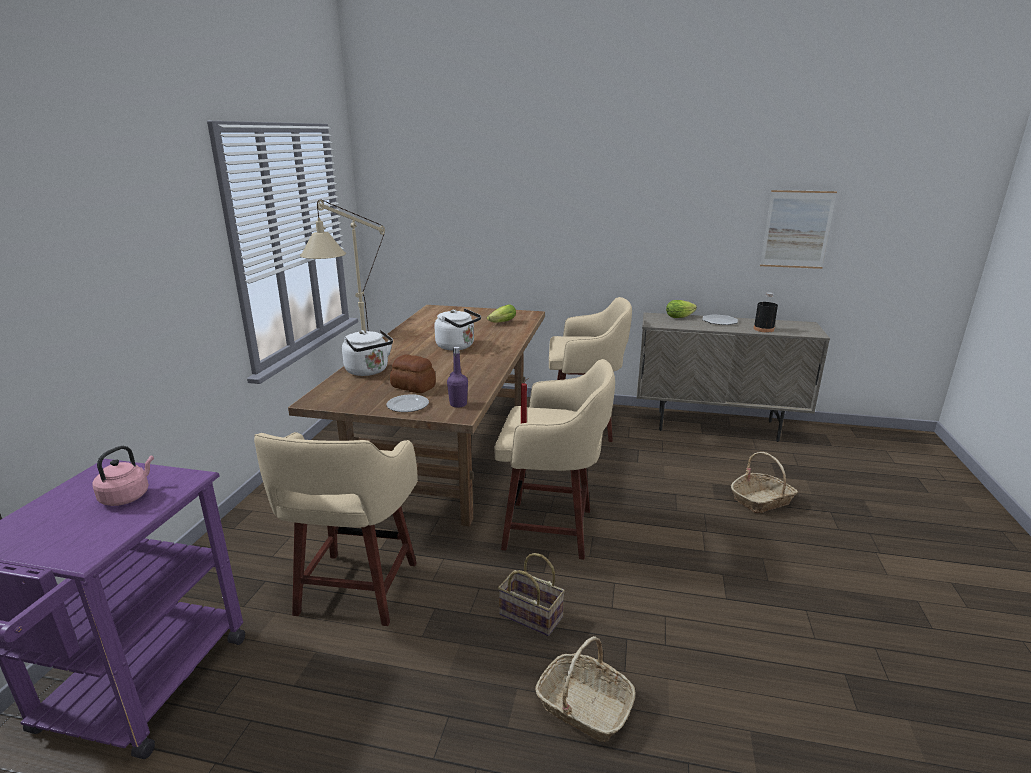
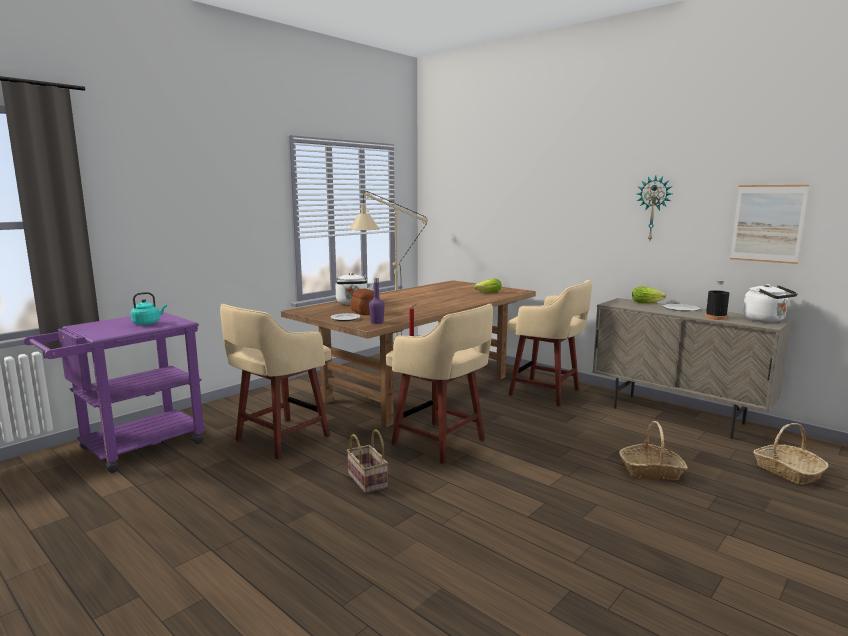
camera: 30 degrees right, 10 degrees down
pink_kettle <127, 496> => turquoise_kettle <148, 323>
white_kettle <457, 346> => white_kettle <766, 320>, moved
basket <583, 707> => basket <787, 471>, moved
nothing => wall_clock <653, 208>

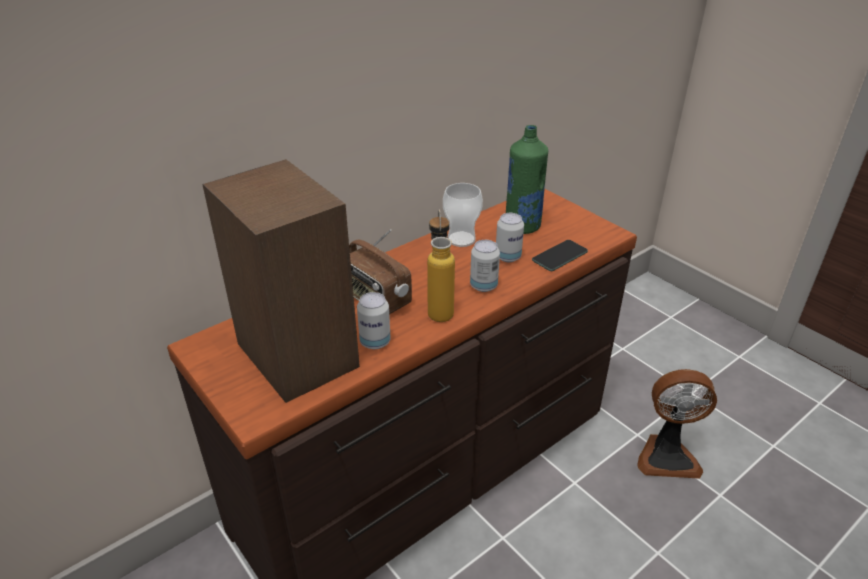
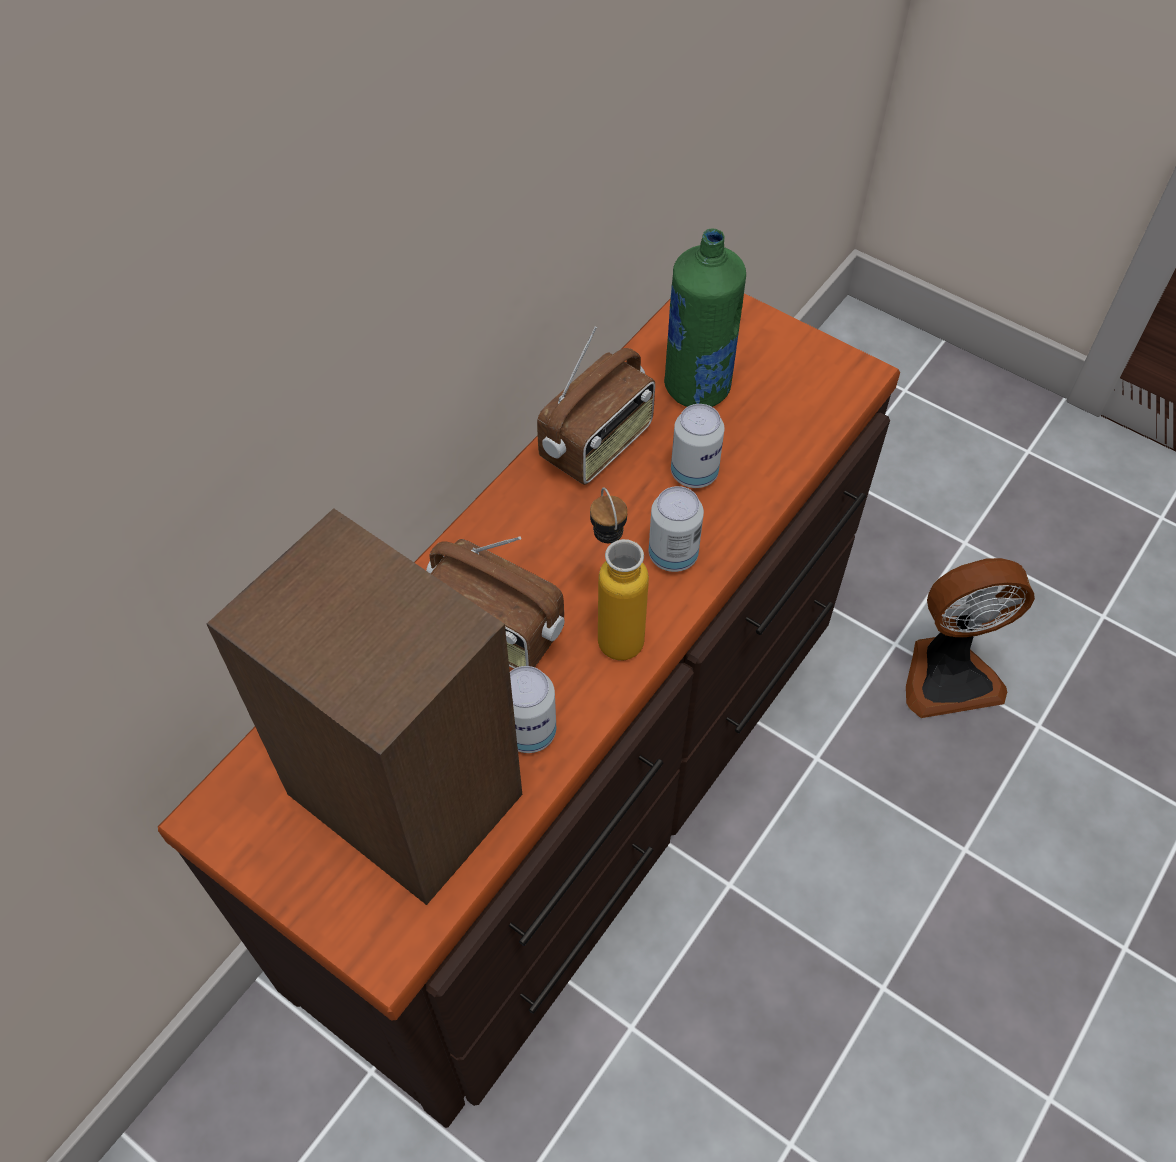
camera: 15 degrees left, 20 degrees up
cup <461, 239> => radio <598, 445>
phone <559, 256> => nothing

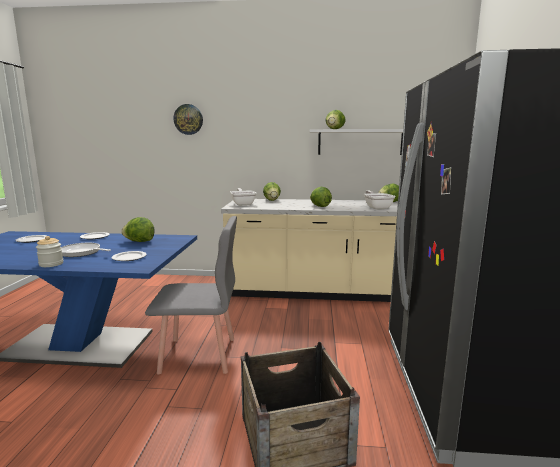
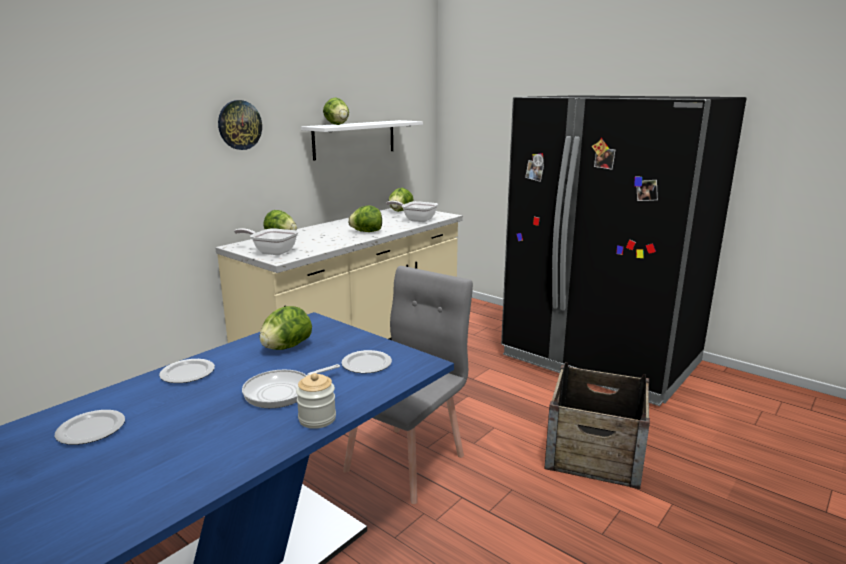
camera: 55 degrees left, 5 degrees up
wall_clock <188, 119> => wall_clock <239, 125>, moved

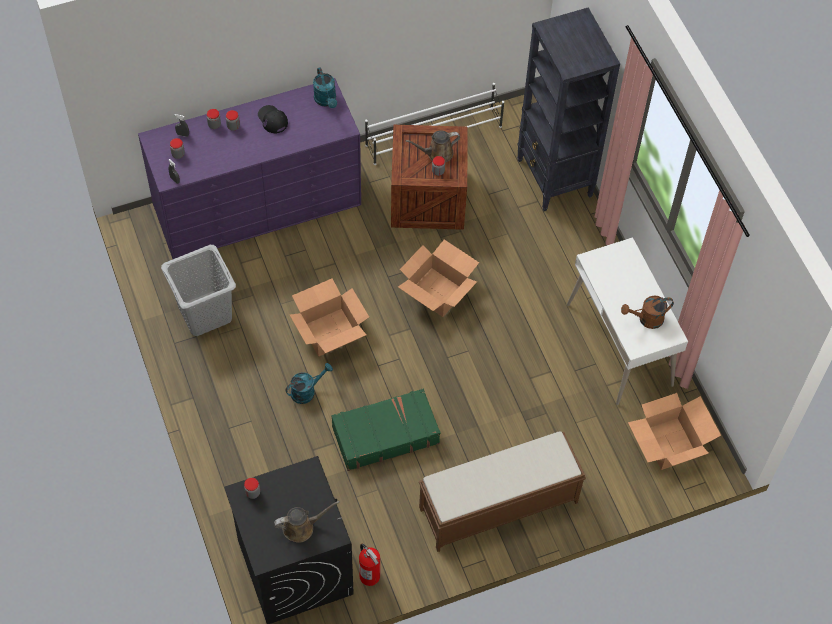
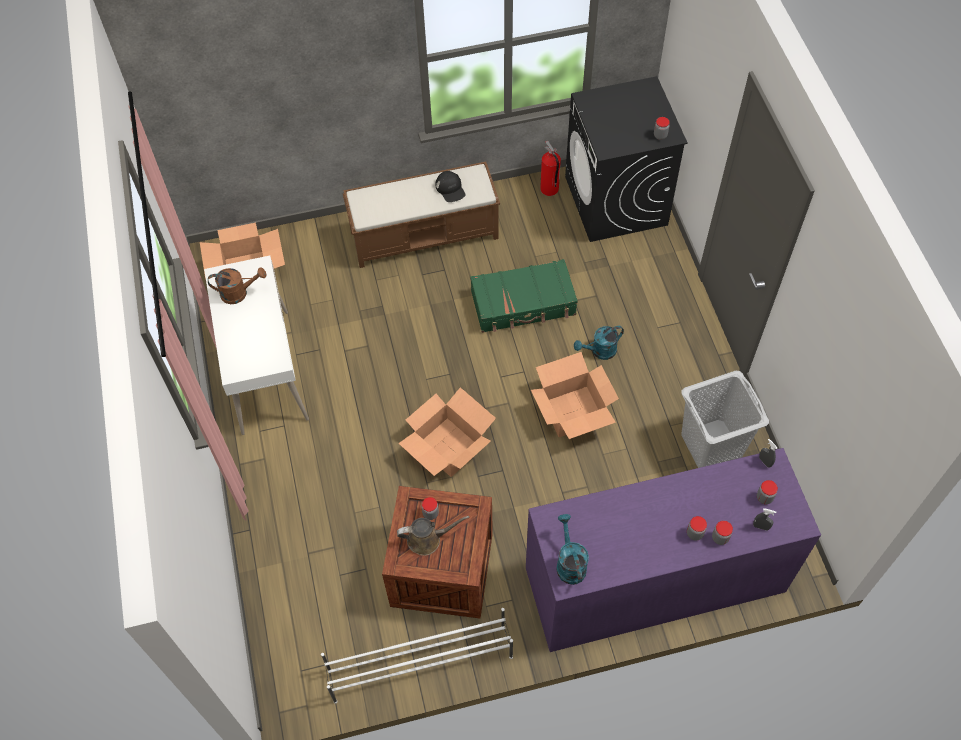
camera: 170 degrees left, 0 degrees up
black_cap <272, 120> => black_cap <450, 189>, moved
brown_watering_can <301, 527> => nothing
black_bookcase <554, 179> => nothing

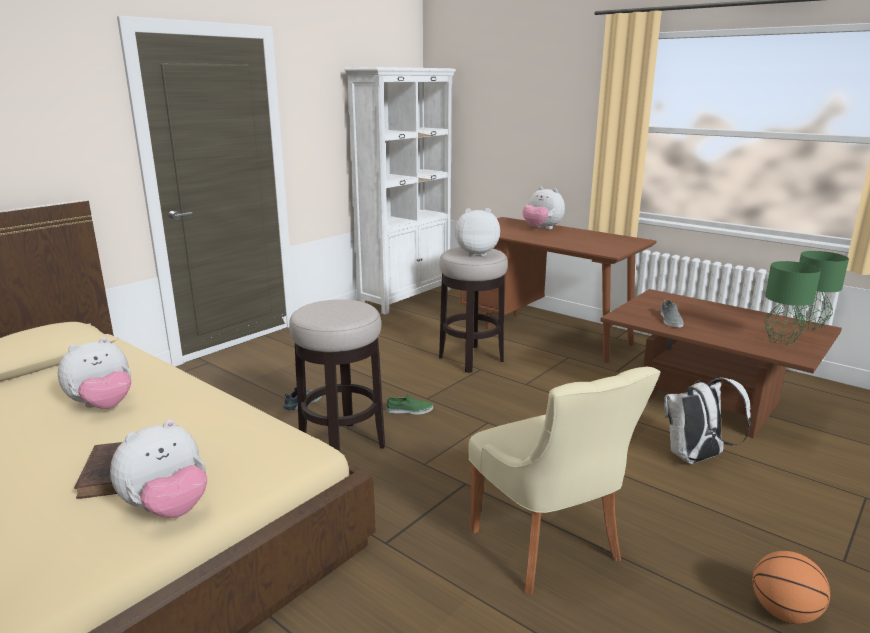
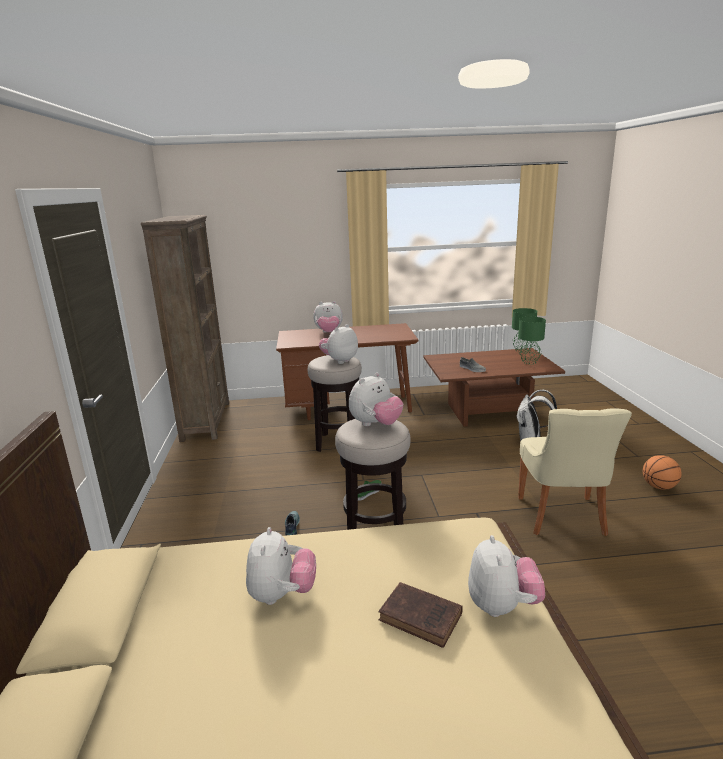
camera: 45 degrees left, 0 degrees up
white_bookcase <406, 297> => brown_bookcase <206, 420>
beige_chair <548, 547> => beige_chair <562, 517>, 75 degrees clockwise
nothing => plush_toy <375, 424>

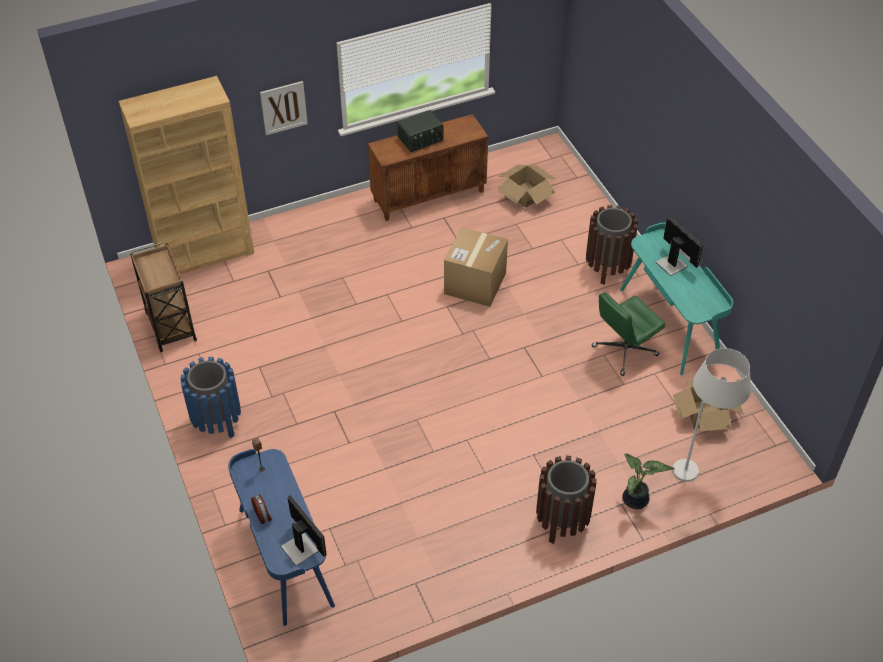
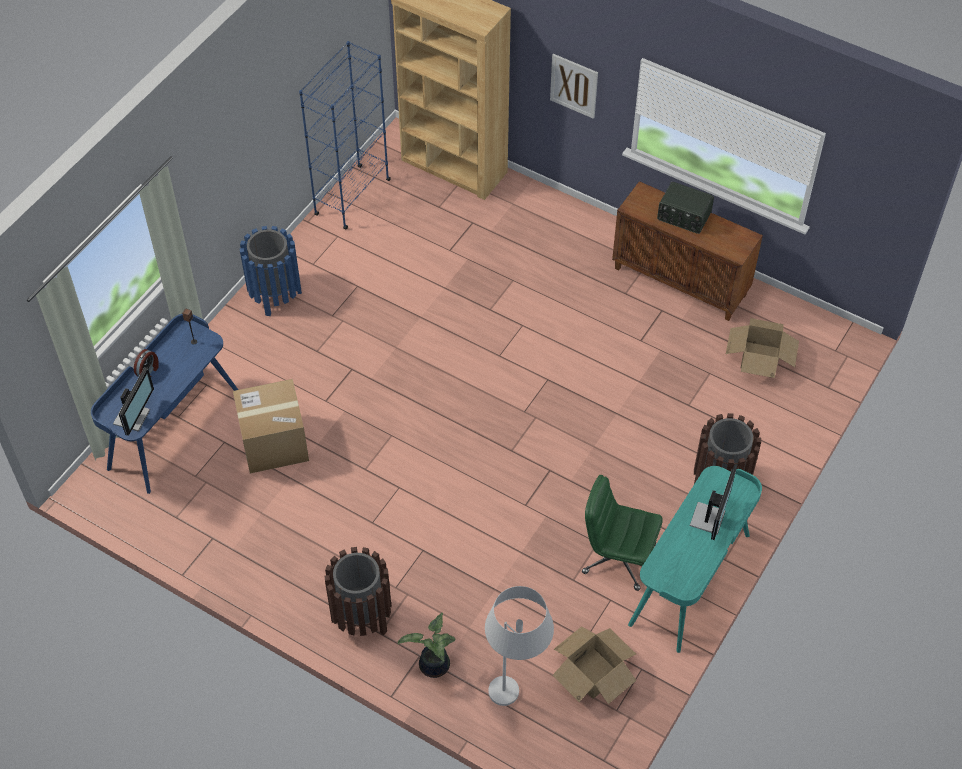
camera: 55 degrees right, 5 degrees up
brown_cart <170, 325> => blue_bookcase <352, 197>
cardboard_box <475, 283> => cardboard_box <274, 443>, moved

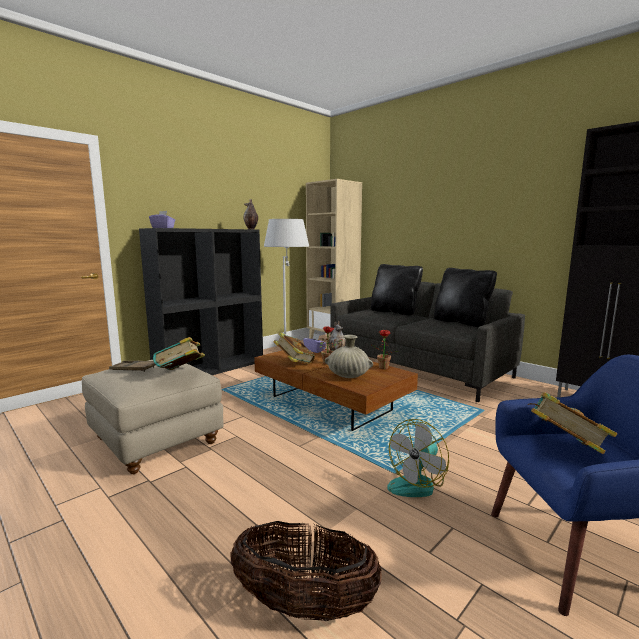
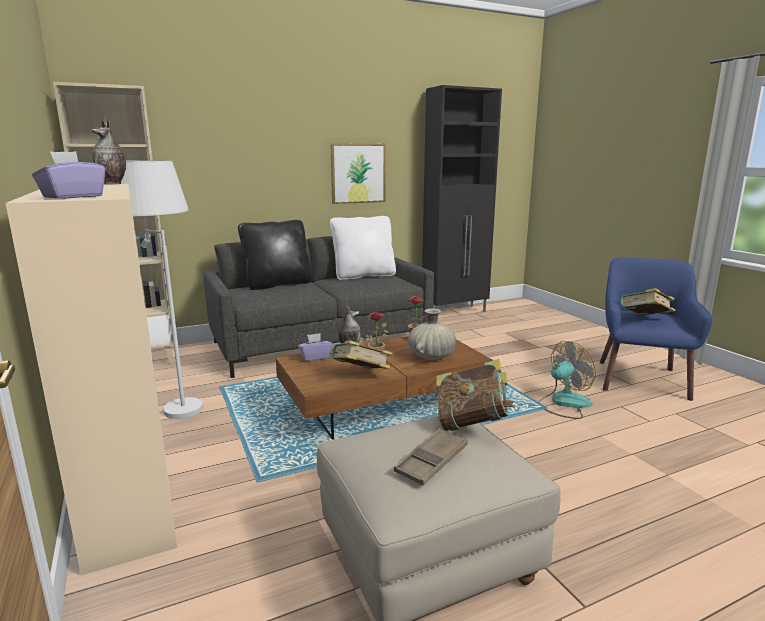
camera: 70 degrees left, 5 degrees up
black_bookcase <211, 369> => beige_bookcase <128, 486>
basket <304, 605> => nothing
fan <417, 483> => fan <563, 403>, 90 degrees counterclockwise
black_pillow <461, 322> => white_pillow <363, 275>
nothing => picture <358, 173>

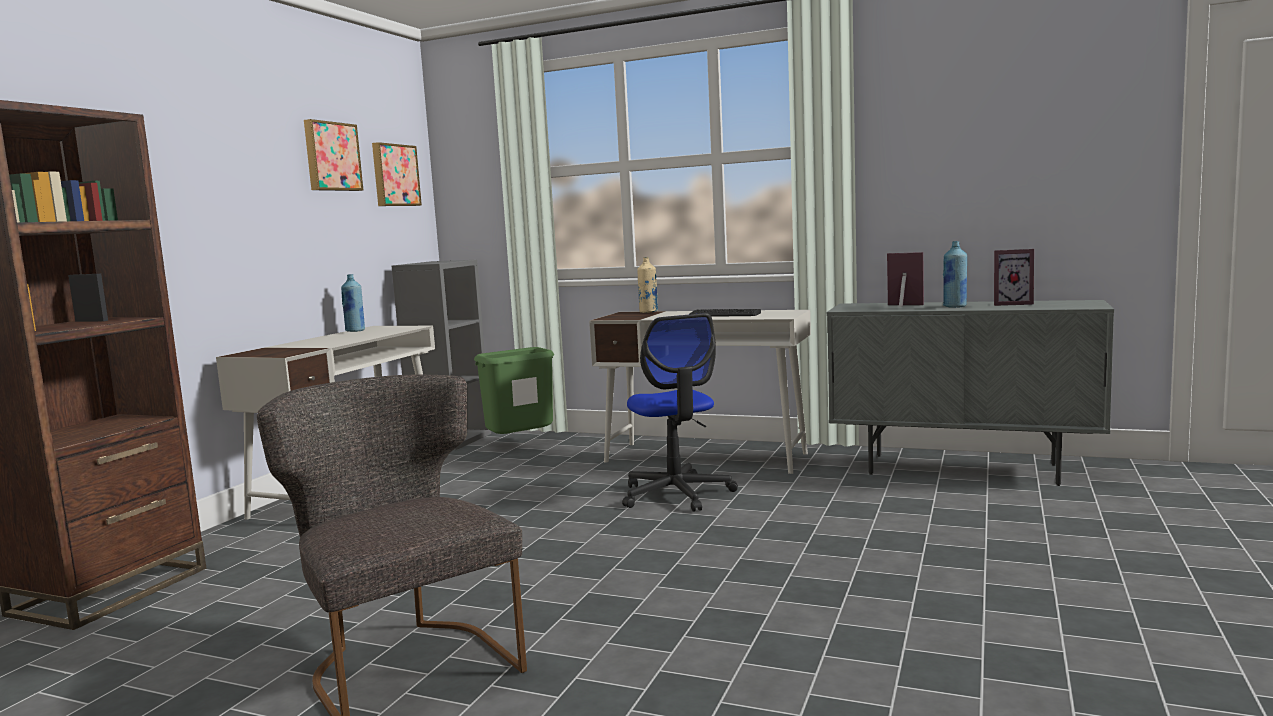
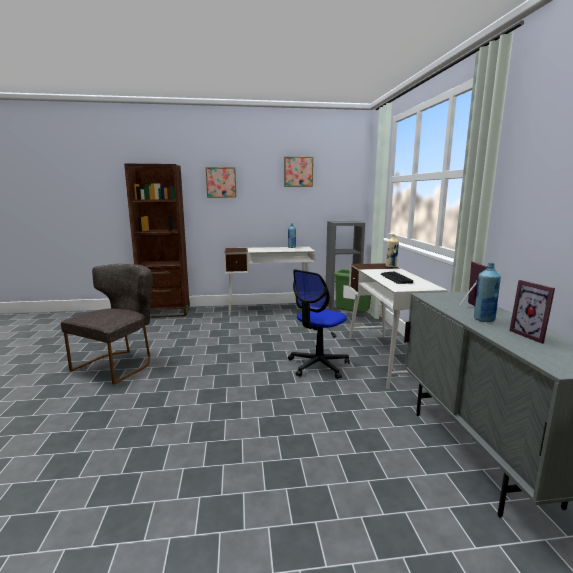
camera: 60 degrees right, 5 degrees up
picture <394, 175> => picture <221, 182>, moved

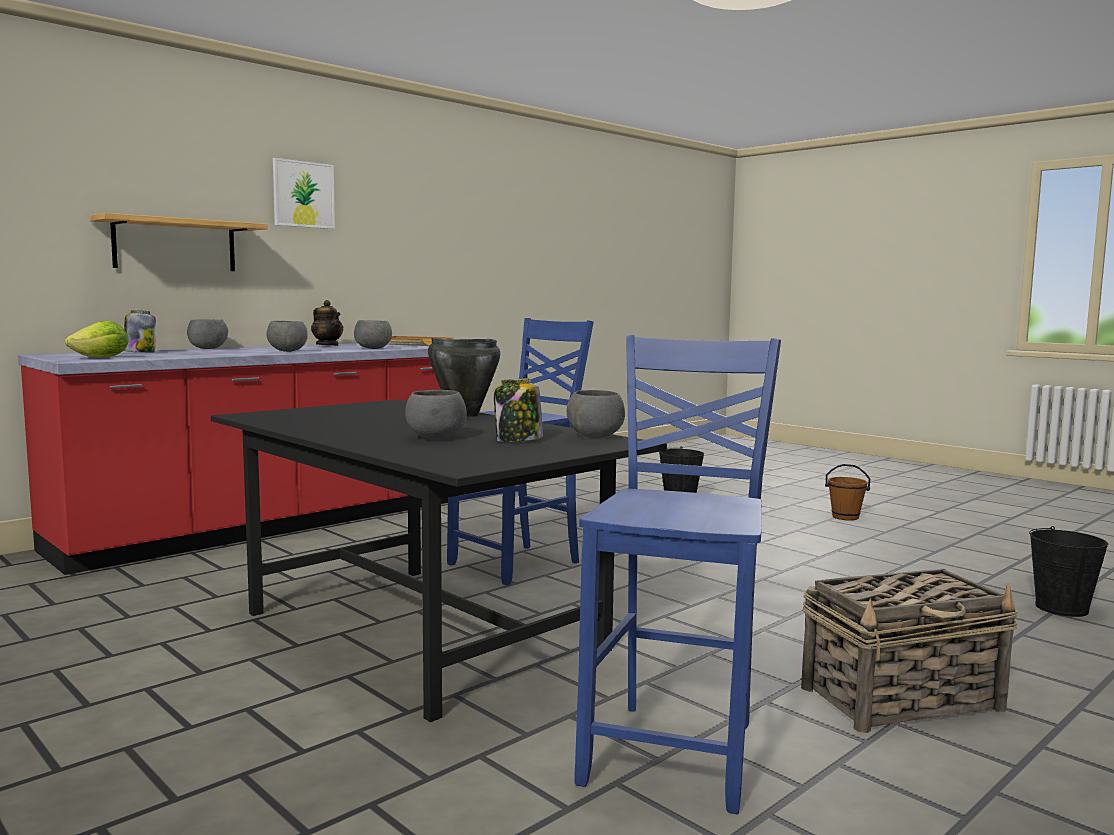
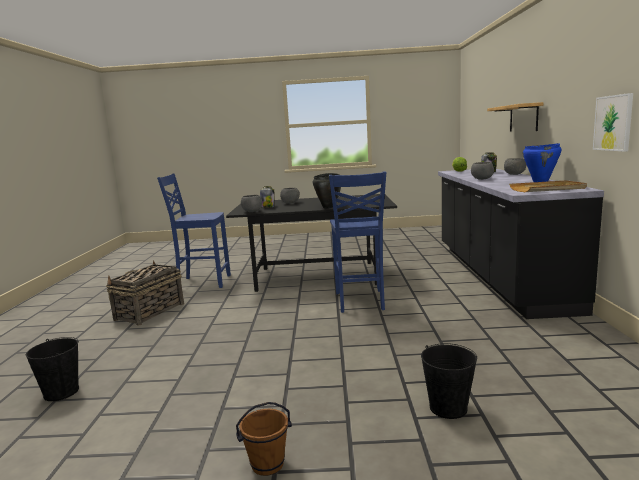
camera: 135 degrees right, 5 degrees up
red_counter <274, 525> => black_counter <497, 275>
picture <303, 194> => picture <613, 123>, moved
teapot <327, 345> => blue_cooking_pot <540, 181>
grey_bowl <373, 348> => nothing
blue_chair <675, 752> => blue_chair <203, 282>, 120 degrees clockwise

